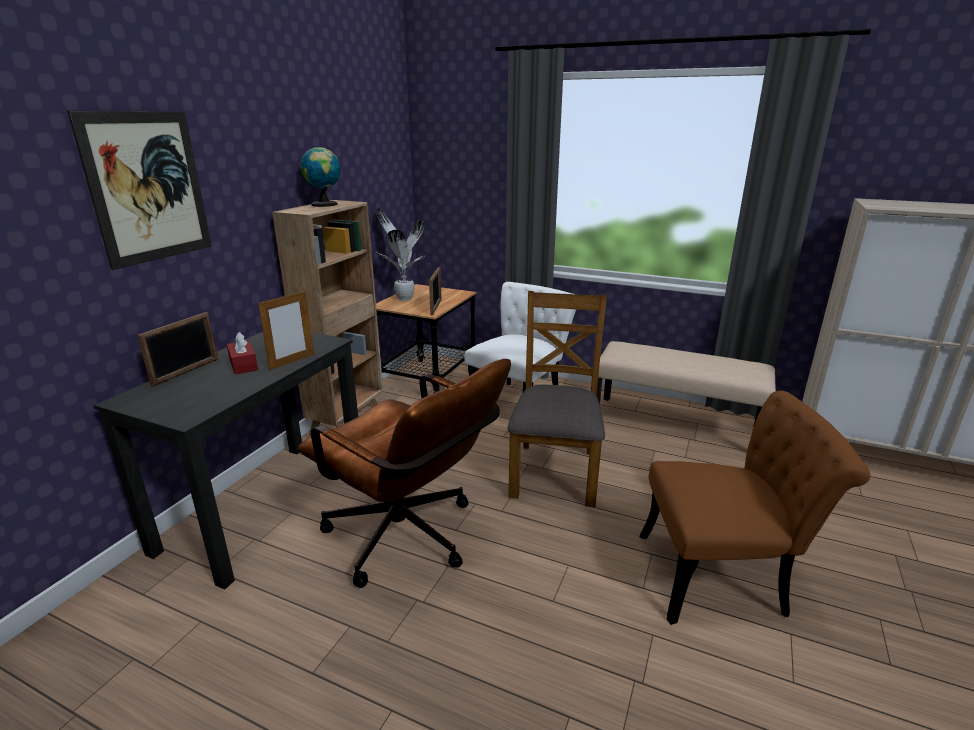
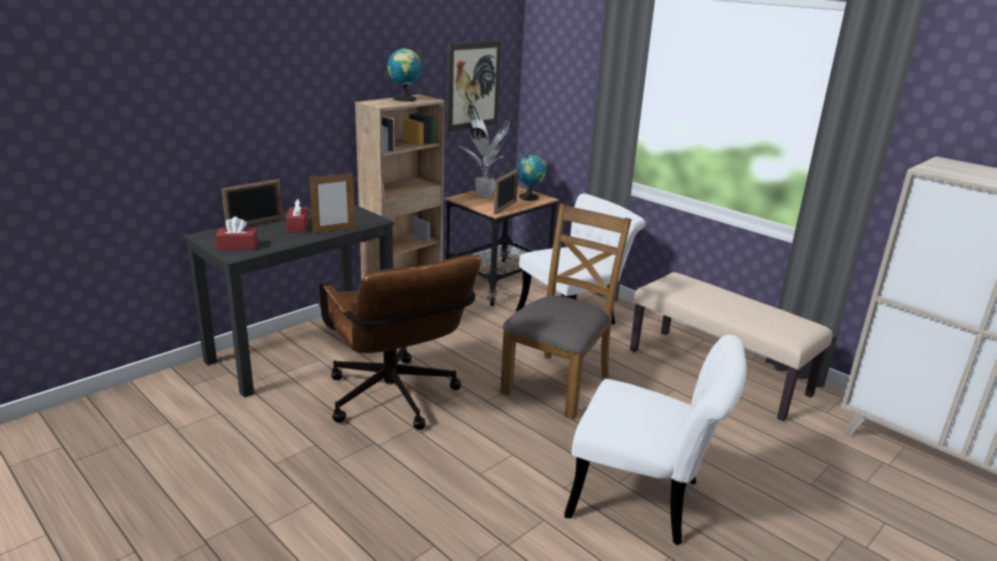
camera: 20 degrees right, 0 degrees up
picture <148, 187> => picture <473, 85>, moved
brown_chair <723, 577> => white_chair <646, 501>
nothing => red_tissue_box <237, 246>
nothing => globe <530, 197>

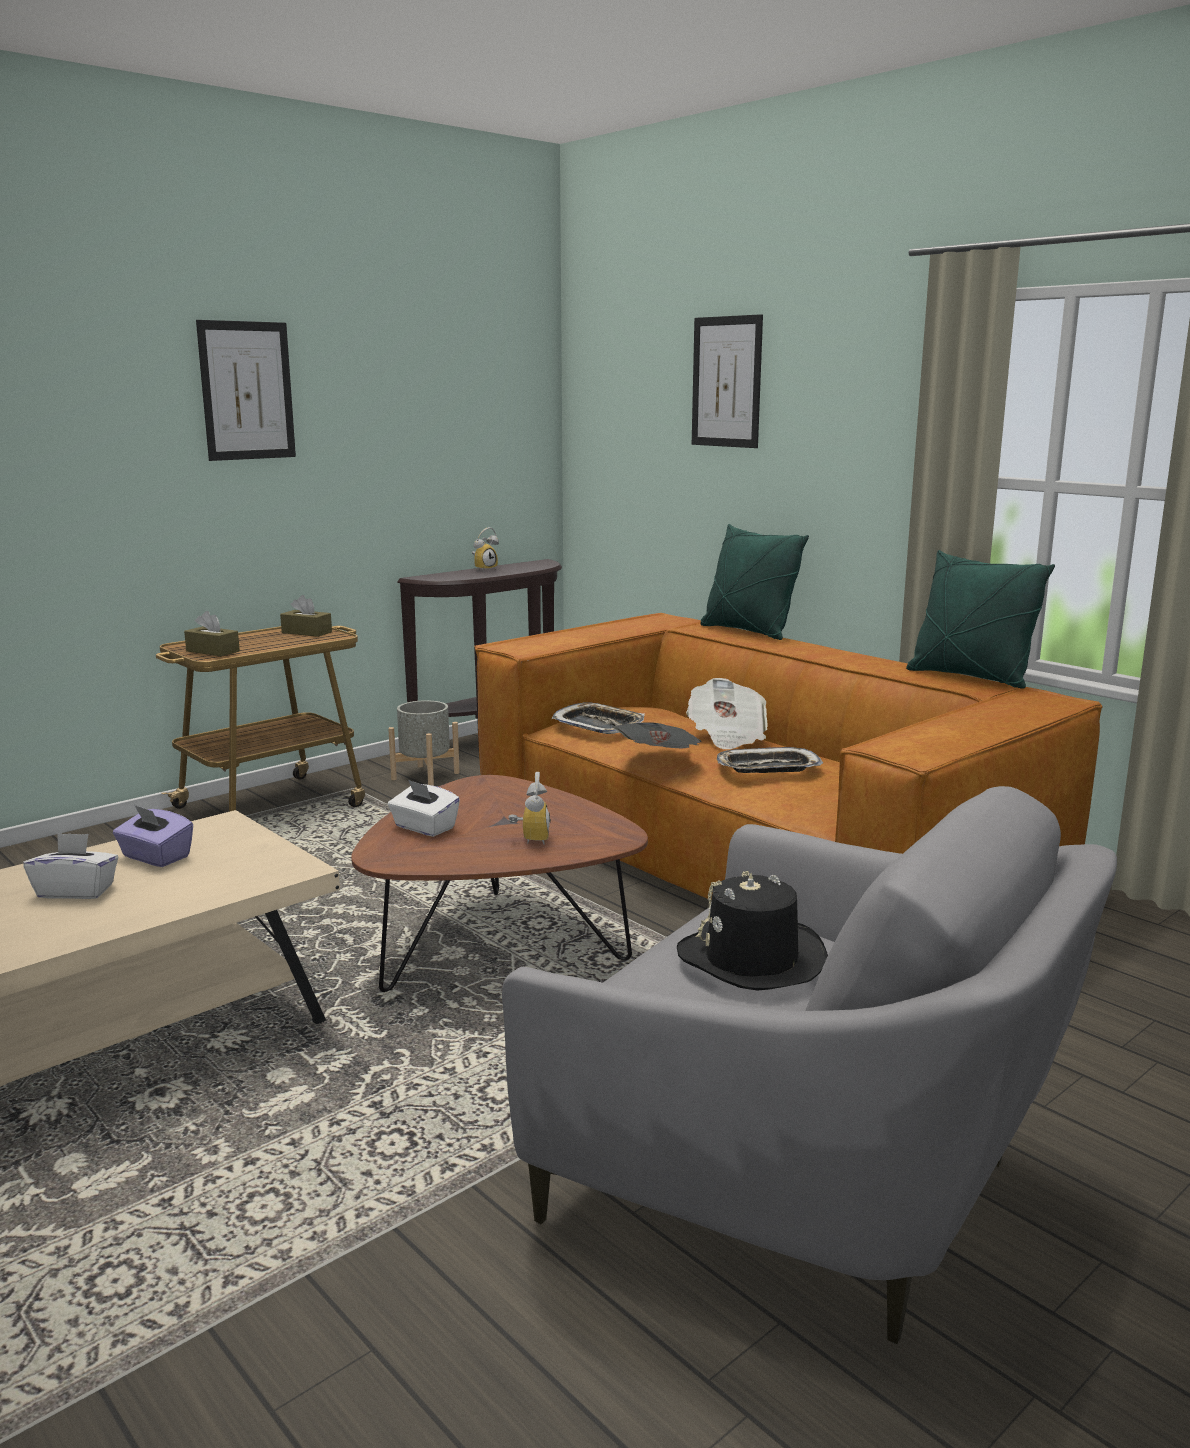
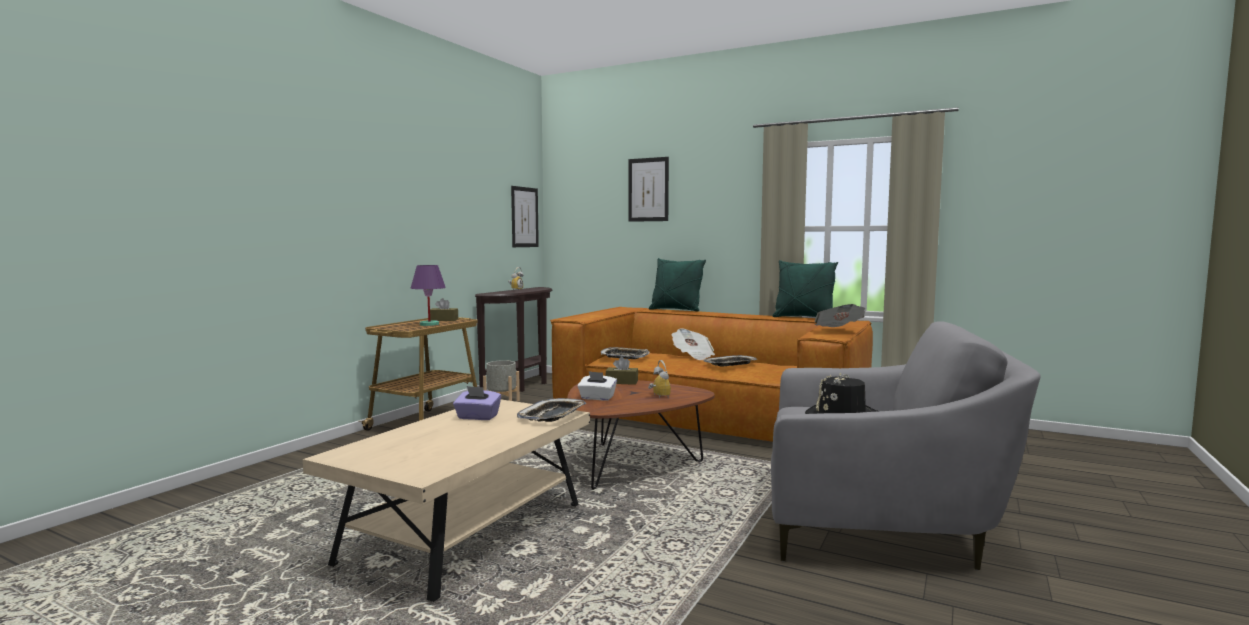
camera: 20 degrees left, 10 degrees down
white_tissue_box <76, 891> => nothing
brown_tissue_box <213, 651> => brown_tissue_box <622, 382>, moved
picture <247, 391> => picture <524, 217>, moved
newspaper <659, 760> => newspaper <838, 330>, moved
nothing => purple_table_lamp <429, 324>
nothing => tray <553, 415>

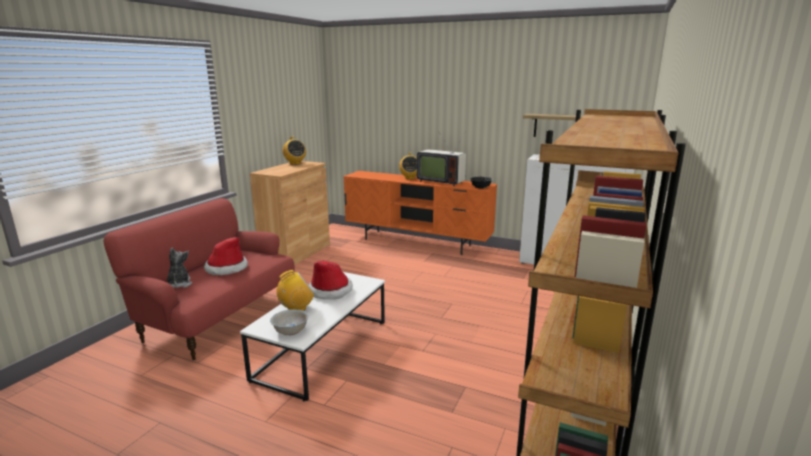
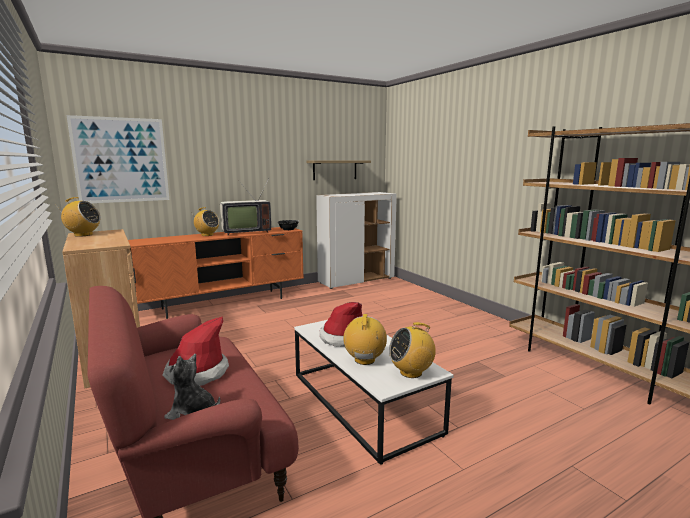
camera: 55 degrees left, 5 degrees down
white_bowl <290, 331> => radio <411, 372>
nothing => picture <121, 160>

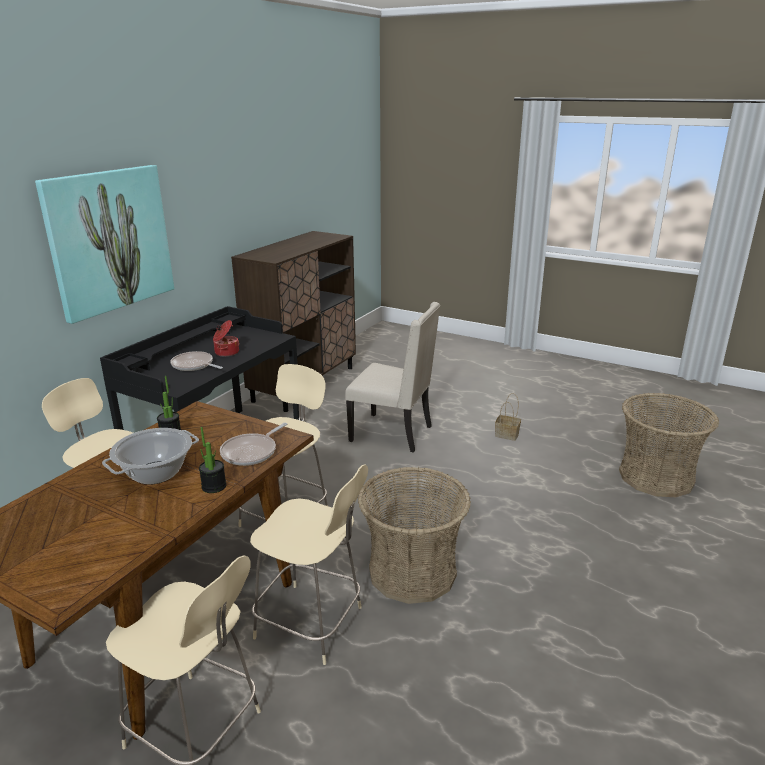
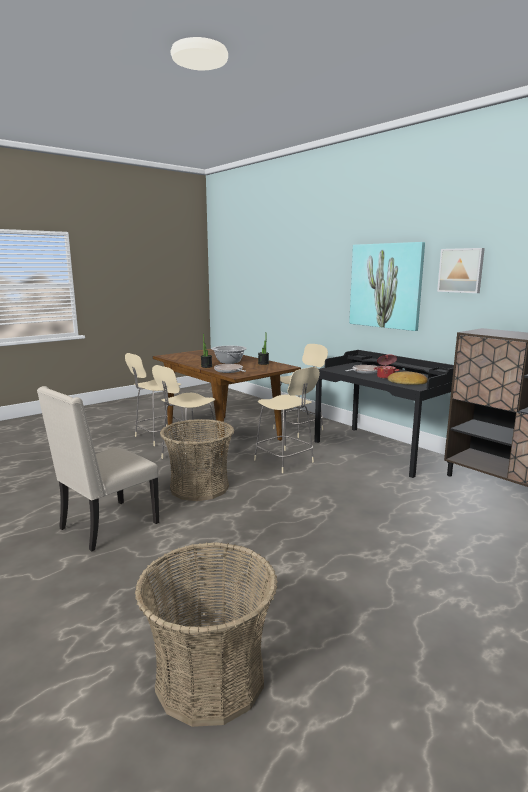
camera: 110 degrees right, 10 degrees down
beige_chair <393, 433> => beige_chair <107, 526>, moved
basket <507, 435> => nothing
nothing => bread <407, 382>
nothing => picture <461, 270>

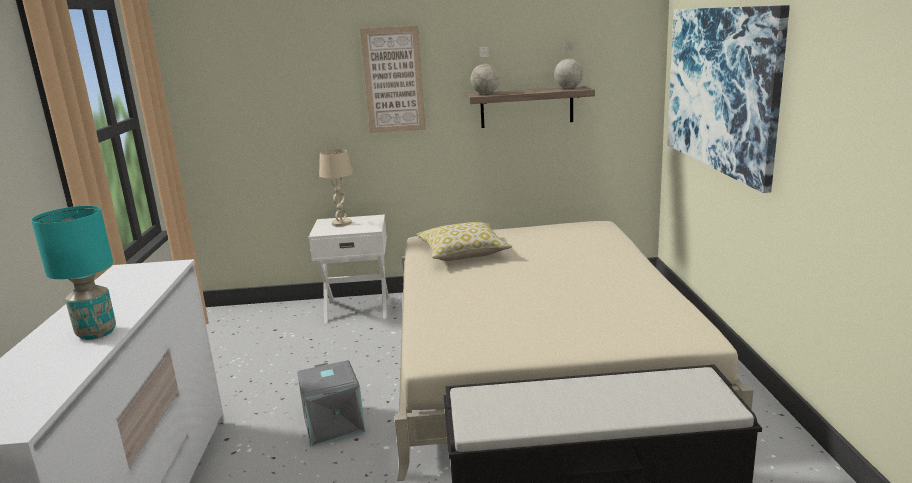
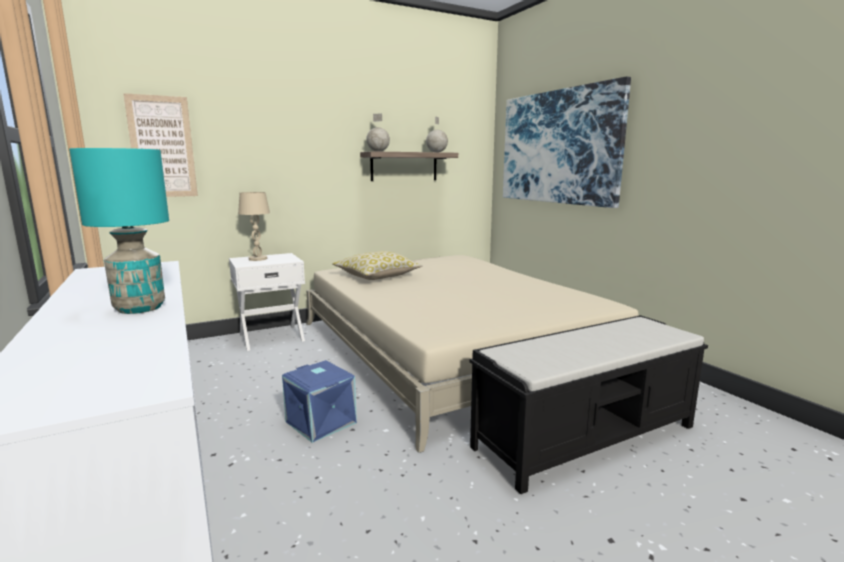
camera: 25 degrees left, 5 degrees down
grey_storage_box <335, 424> => blue_storage_box <322, 422>
picture <393, 80> => picture <162, 147>, moved

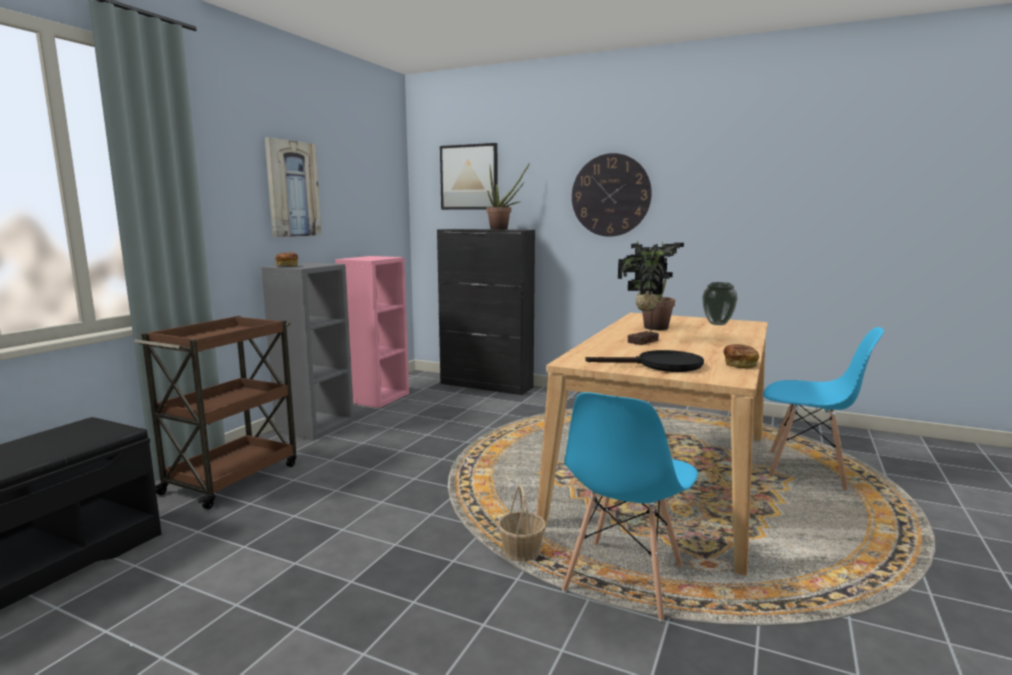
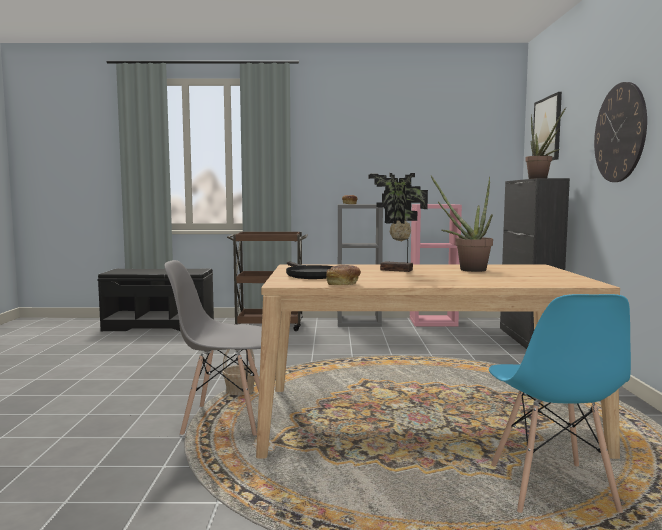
camera: 65 degrees right, 5 degrees down
picture <292, 189> => nothing
blue_chair <623, 579> => grey_chair <225, 420>
vase <717, 324> => nothing

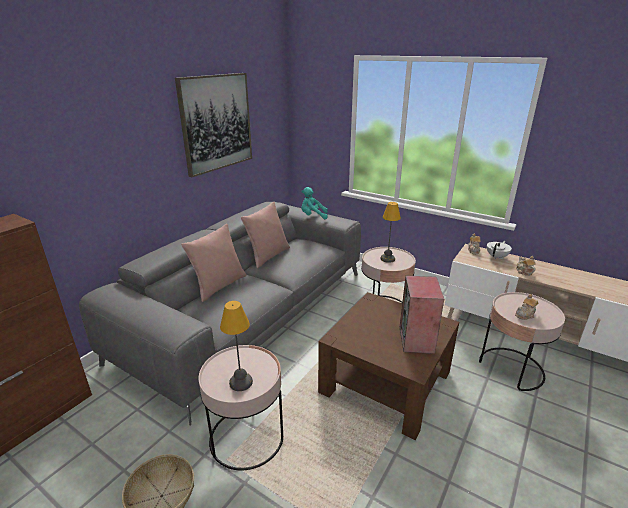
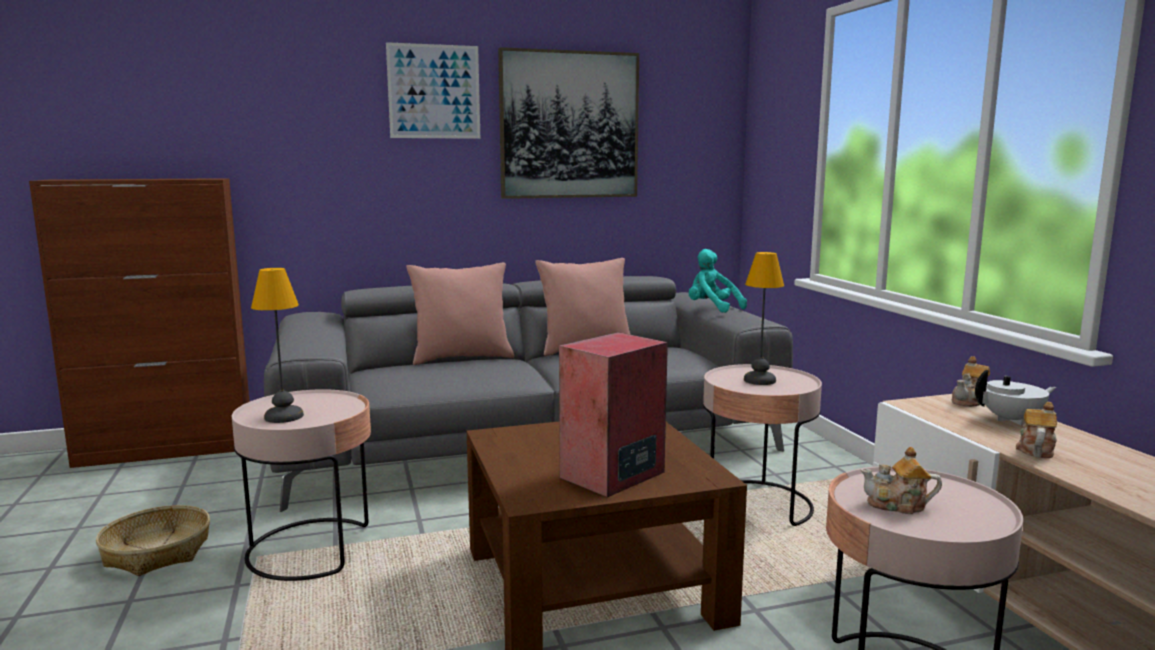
camera: 40 degrees right, 15 degrees down
nothing => picture <434, 91>

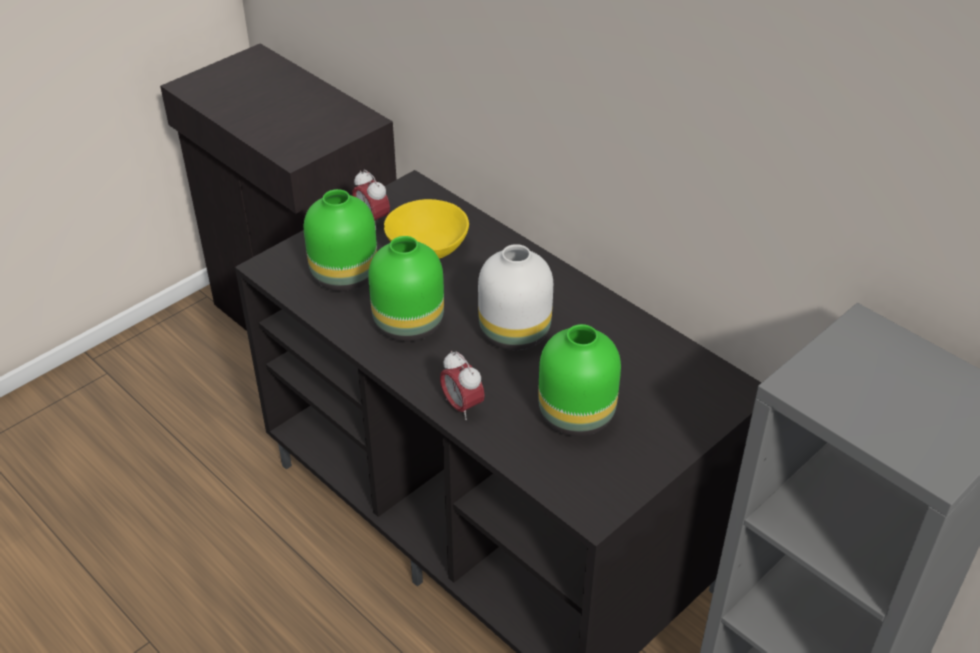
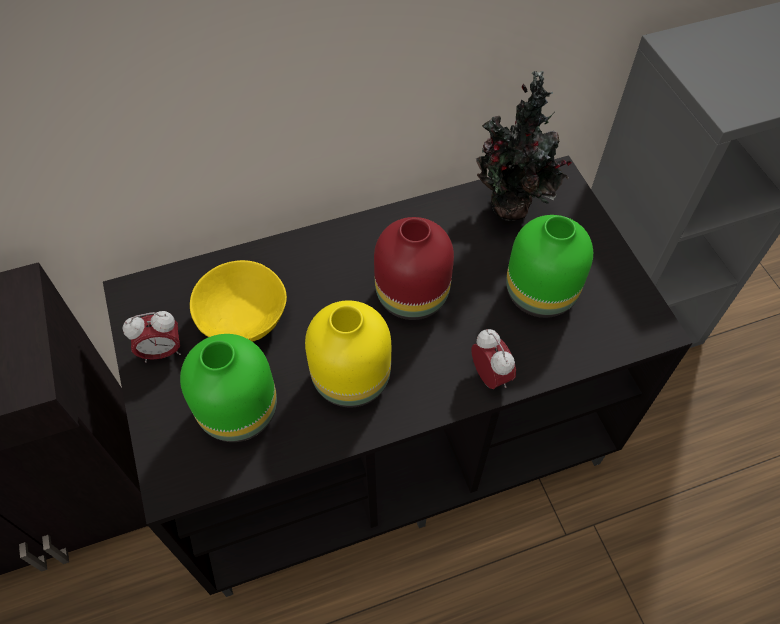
camera: 65 degrees left, 15 degrees up
green_vase <410, 325> => yellow_vase <353, 378>
alarm_clock <462, 406> => alarm_clock <490, 376>, 105 degrees counterclockwise
white_vase <514, 334> => red_vase <413, 297>
nothing => potted_plant <510, 211>

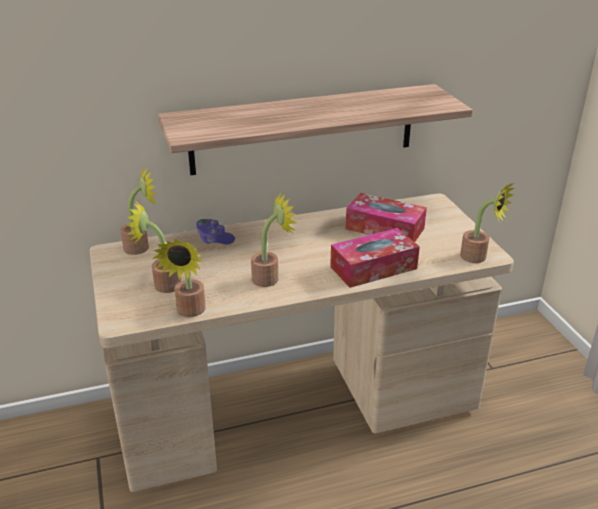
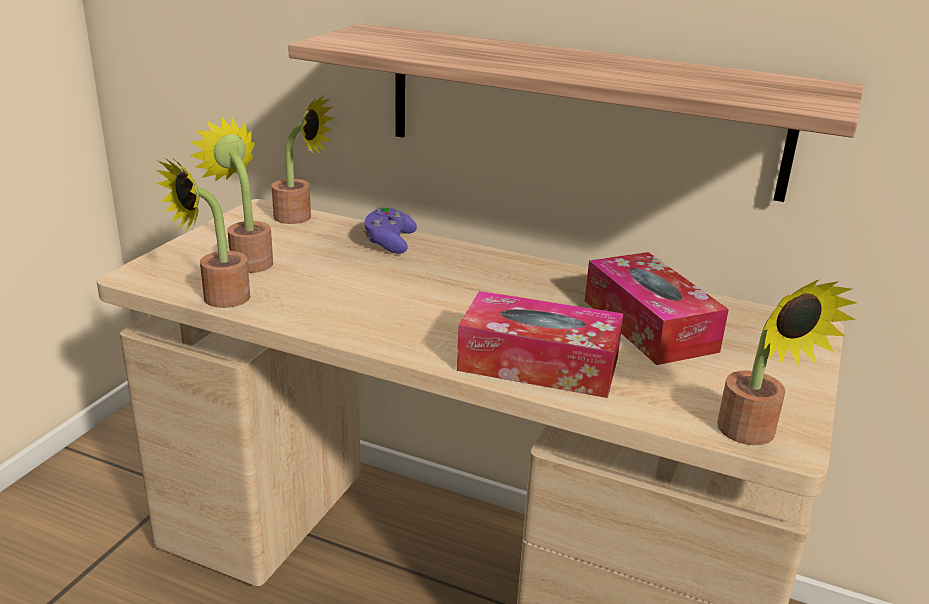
camera: 40 degrees right, 5 degrees down
potted_plant <270, 277> => nothing

